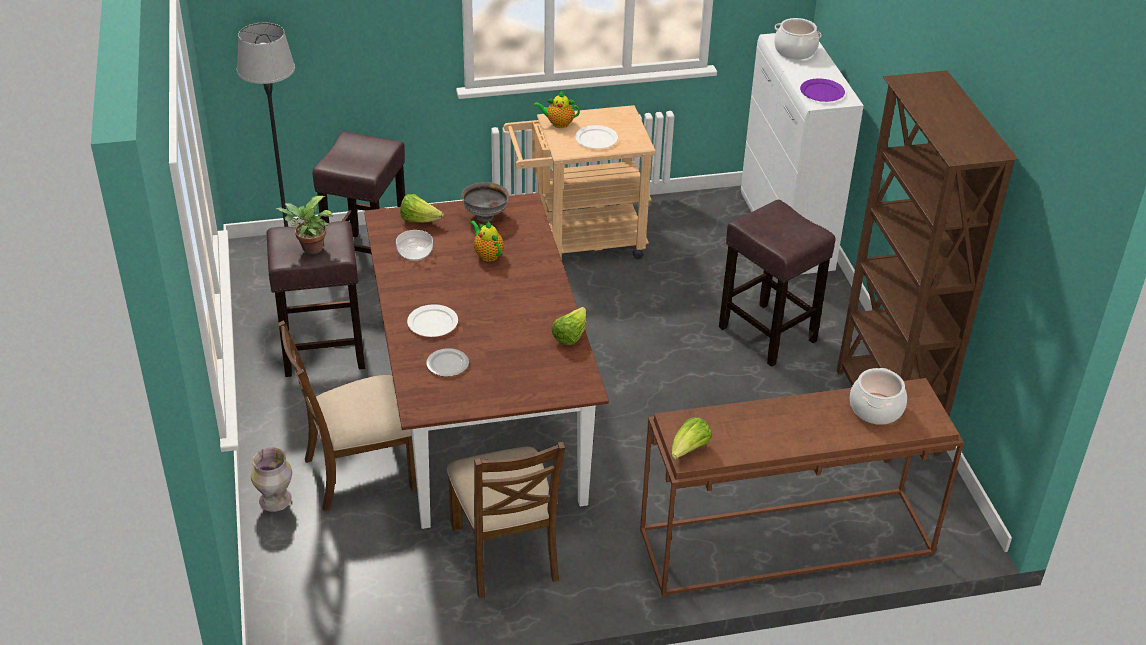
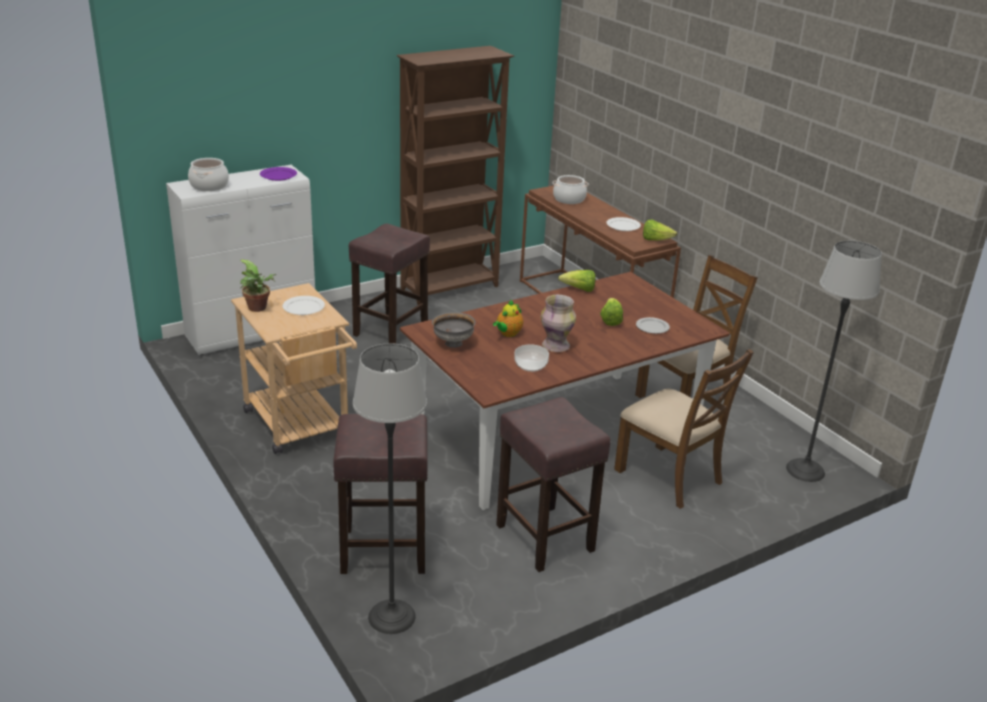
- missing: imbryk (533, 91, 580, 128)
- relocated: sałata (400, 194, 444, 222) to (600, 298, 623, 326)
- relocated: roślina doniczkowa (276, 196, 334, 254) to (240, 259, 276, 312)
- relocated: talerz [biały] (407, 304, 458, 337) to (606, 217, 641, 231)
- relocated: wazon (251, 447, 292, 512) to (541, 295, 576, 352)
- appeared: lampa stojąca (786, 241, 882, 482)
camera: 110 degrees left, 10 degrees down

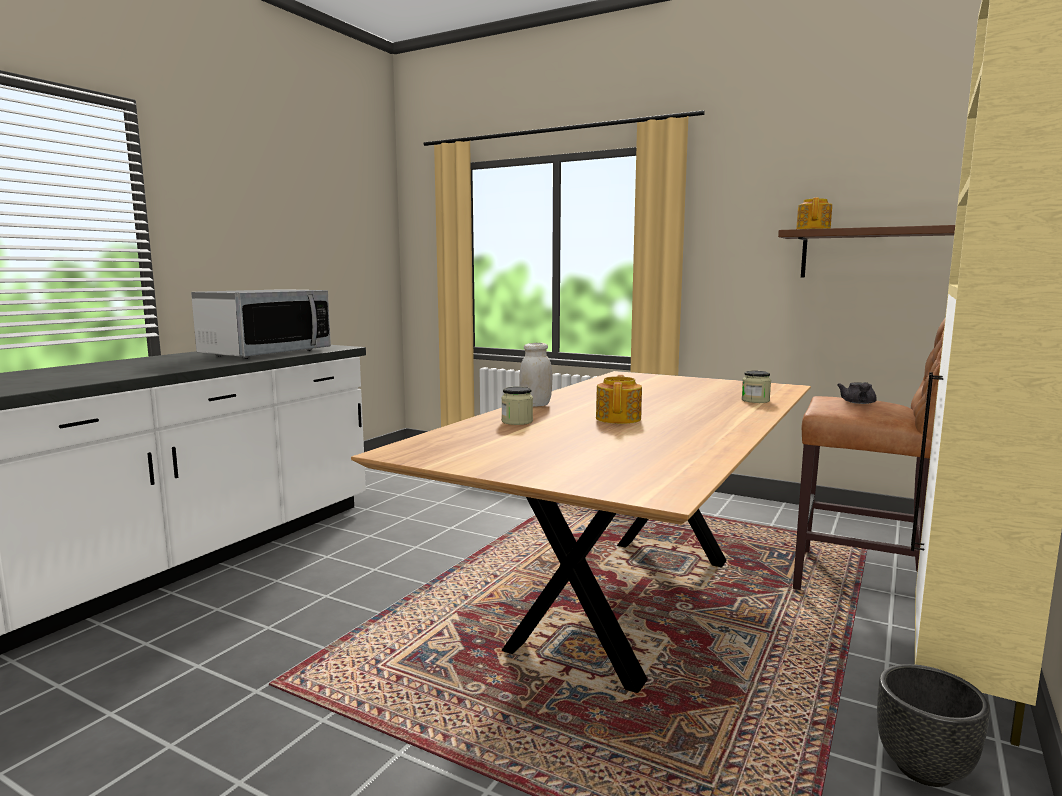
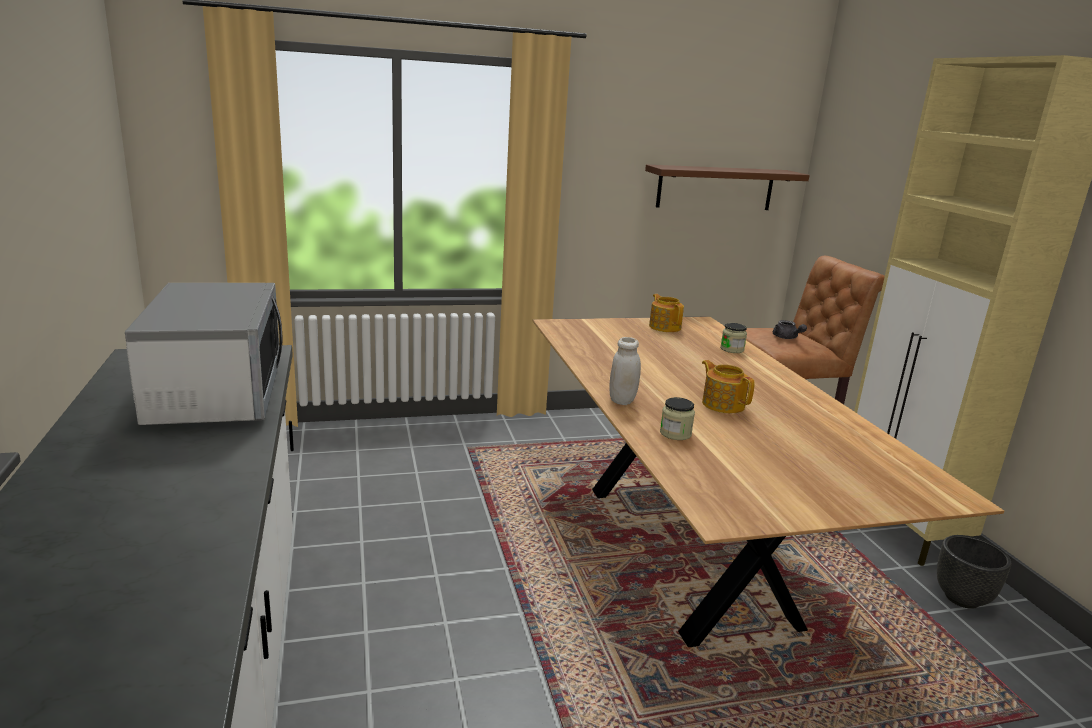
- relocated: imbryk (796, 197, 832, 229) to (649, 294, 684, 332)
camera: 45 degrees left, 10 degrees up

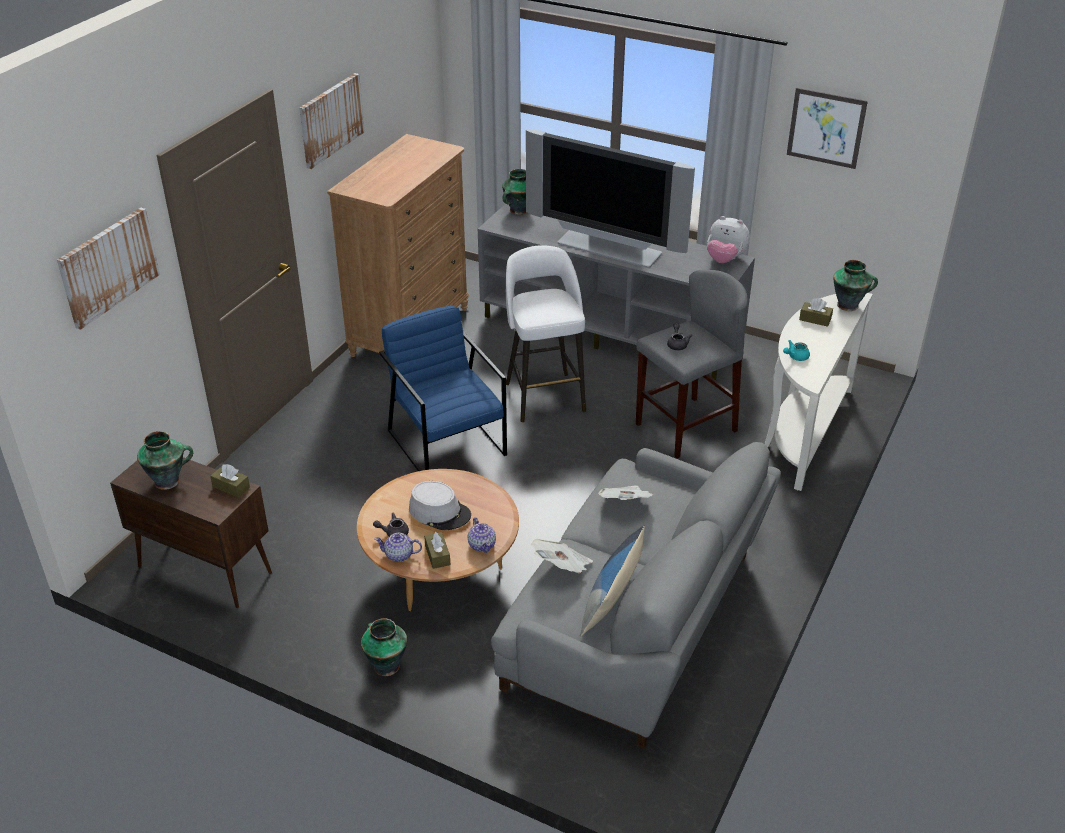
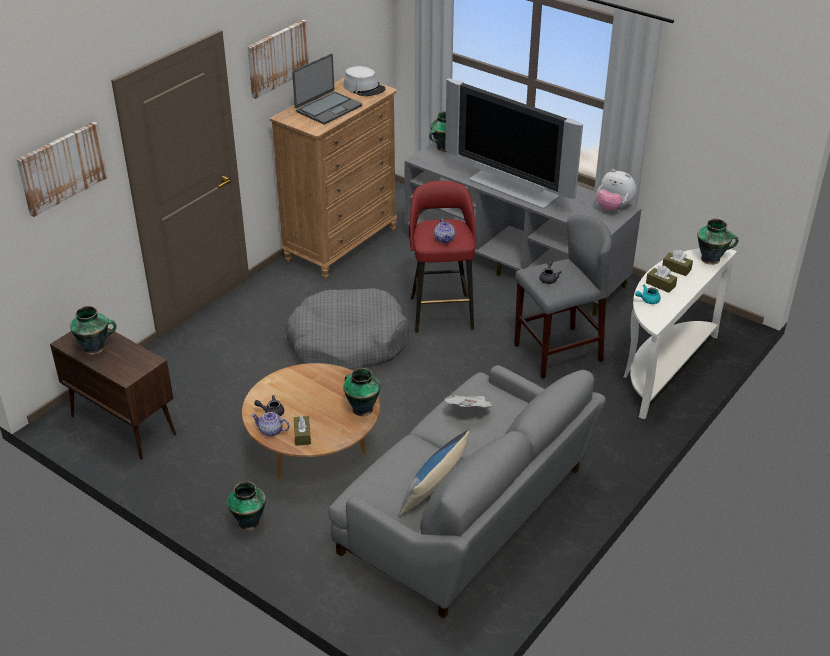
- missing: obraz (787, 88, 868, 169)
- colour: stołek [biały] (506, 245, 586, 422) to stołek [czerwony] (410, 181, 476, 333)
- exchanged: fotel [niebieski] (379, 306, 507, 471) to legowisko [szary] (286, 288, 409, 370)
- relocated: pudełko chusteczek [brązowy] (210, 464, 250, 498) to (646, 266, 677, 293)
- relocated: kapelusz [szary] (409, 481, 471, 530) to (343, 66, 385, 96)
- relocated: imbryk (468, 517, 496, 553) to (434, 219, 455, 243)
- missing: gazeta (531, 539, 593, 573)
- appeared: laptop (292, 54, 362, 125)
- appeared: wazon (343, 368, 381, 416)
camera: 10 degrees right, 0 degrees up

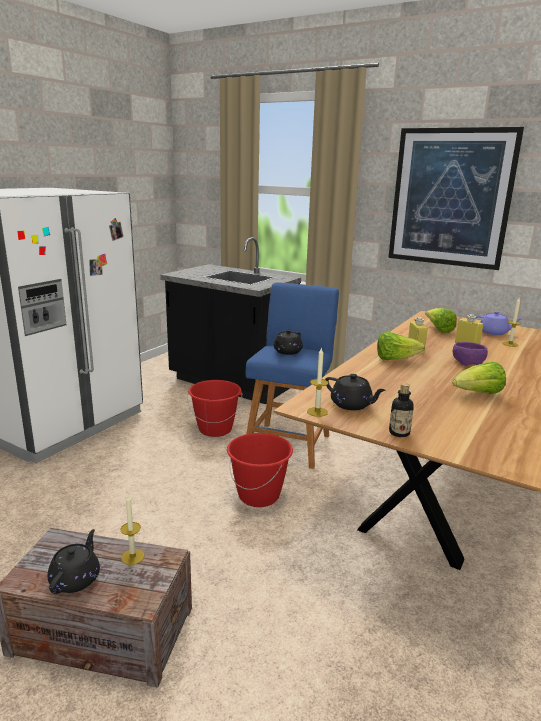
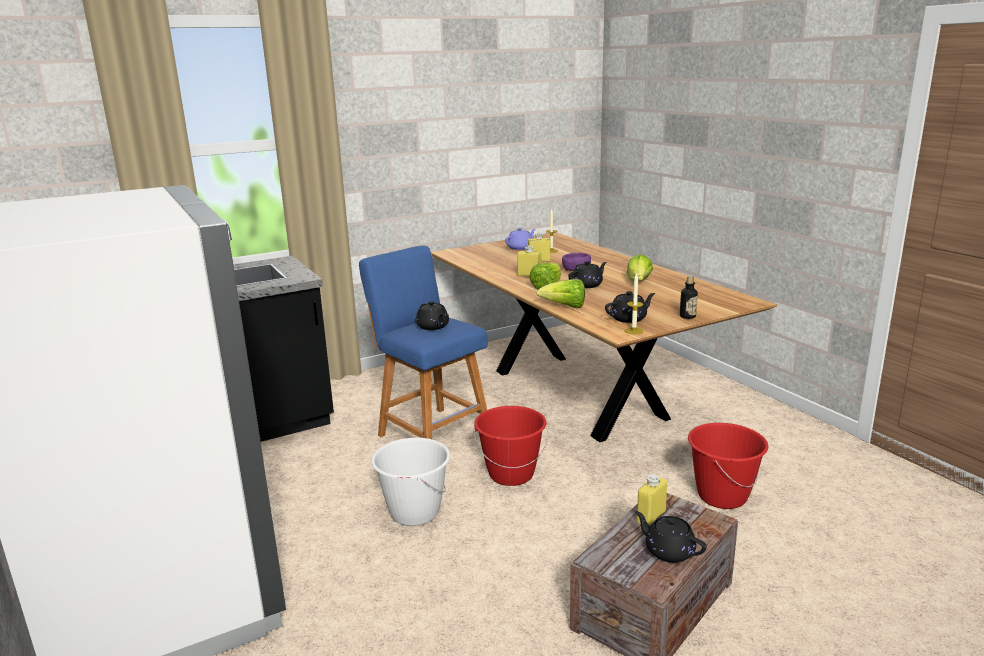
- missing: obraz (388, 127, 524, 270)
- relocated: sałata (425, 308, 457, 333) to (536, 279, 585, 308)
- relocated: wiadro [czerwony] (187, 380, 242, 437) to (688, 423, 769, 509)
- exchanged: świeca (120, 495, 145, 565) to butelka [żółty] (637, 474, 667, 526)
- appeared: imbryk [czarny] (568, 261, 607, 288)
- appeared: wiadro [biały] (371, 438, 450, 526)
camera: 60 degrees left, 0 degrees up

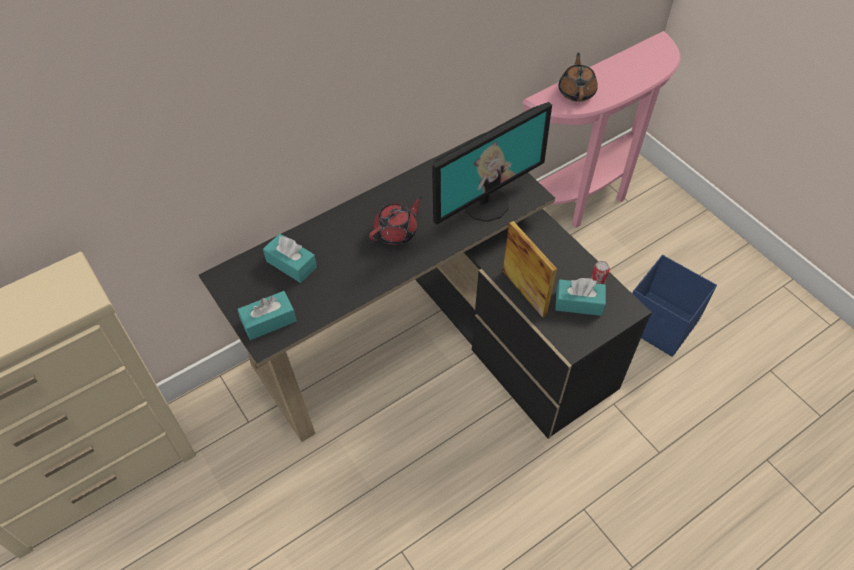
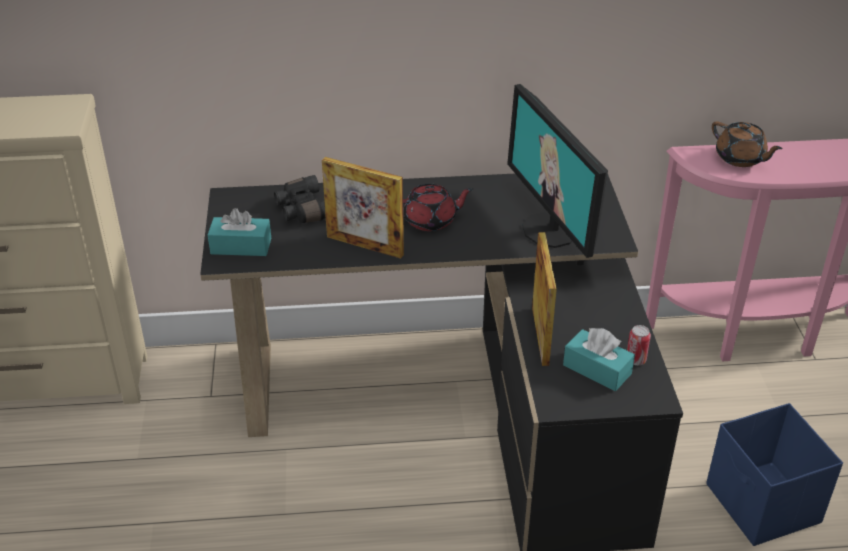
- spun: imbryk [brązowy] (559, 53, 598, 102) = (712, 121, 783, 167) 105 degrees clockwise
- spun: monitor (432, 102, 552, 225) = (507, 84, 608, 258) 75 degrees clockwise
- exchanged: pudełko chusteczek [turkusowy] (263, 234, 317, 283) to lornetka [czarny] (274, 175, 326, 223)
- appeared: ramka na zdjęcie (322, 157, 404, 259)
camera: 30 degrees right, 15 degrees down

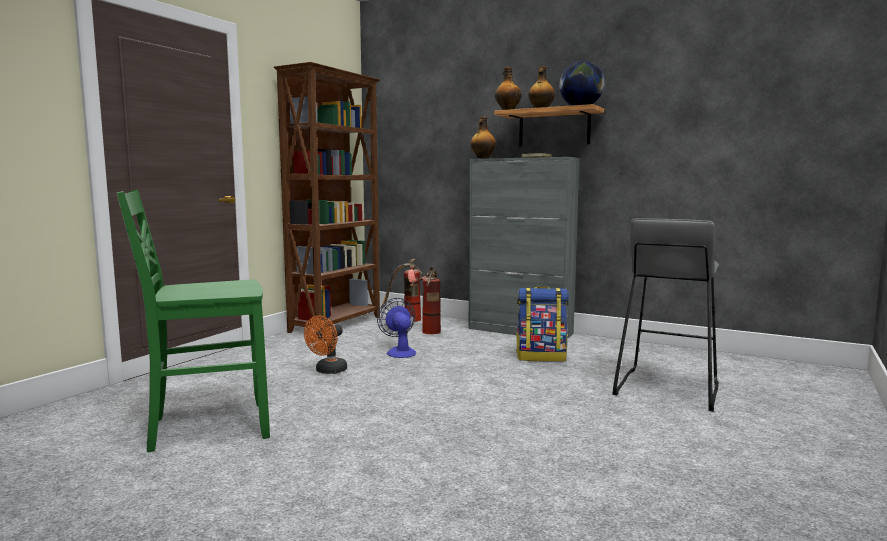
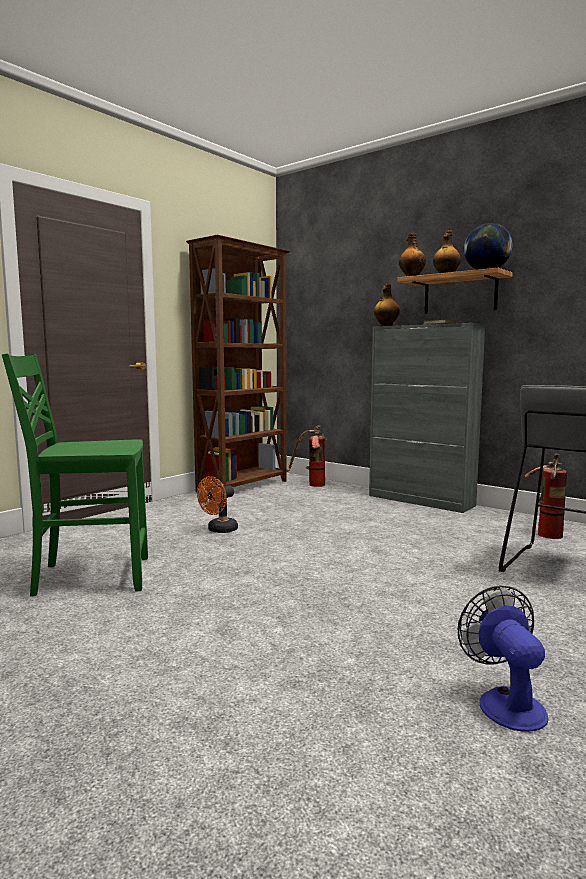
- relocated: gaśnica (410, 266, 441, 334) to (524, 454, 567, 539)
- missing: plecak (516, 287, 569, 362)
- relocated: wentylator (377, 298, 416, 358) to (458, 586, 548, 732)
camera: 10 degrees right, 0 degrees up

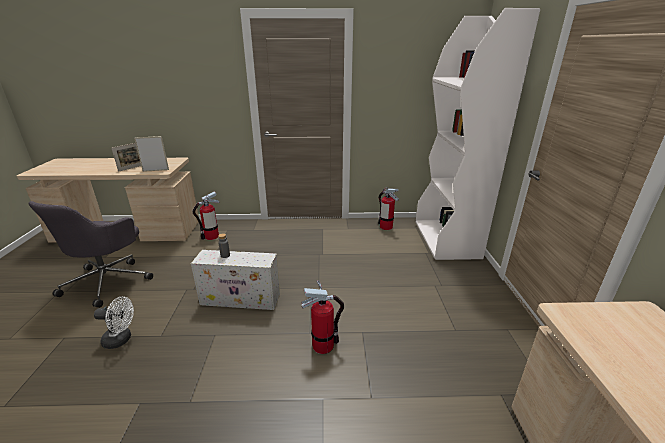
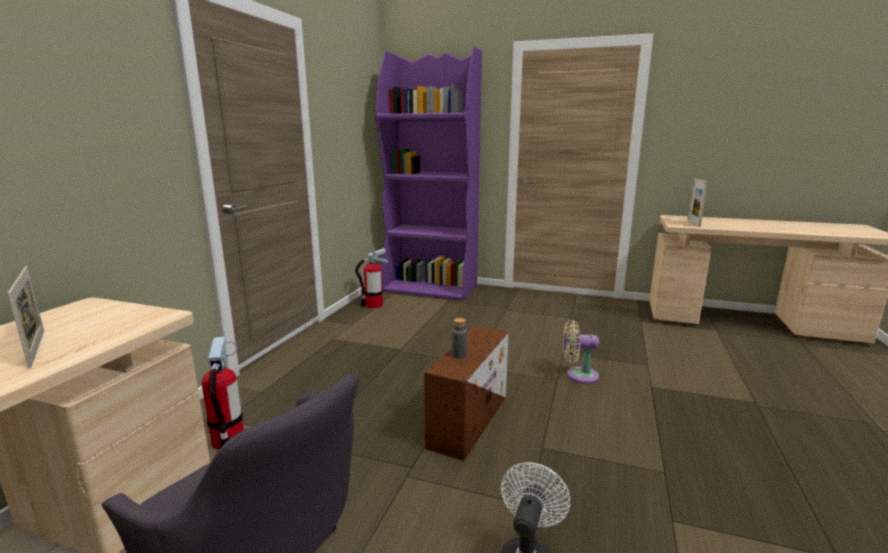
- colour: regał [biały] (416, 8, 540, 260) to regał [fioletowy] (376, 46, 482, 300)
- relocated: ramka na zdjęcie (134, 136, 169, 172) to (687, 179, 708, 227)
- colour: pojemnik do przechowywania [biały] (191, 250, 280, 310) to pojemnik do przechowywania [brązowy] (424, 326, 509, 461)
- exchanged: gaśnica (302, 280, 344, 354) to wentylator [beżowy] (563, 320, 599, 384)
camera: 70 degrees left, 10 degrees down

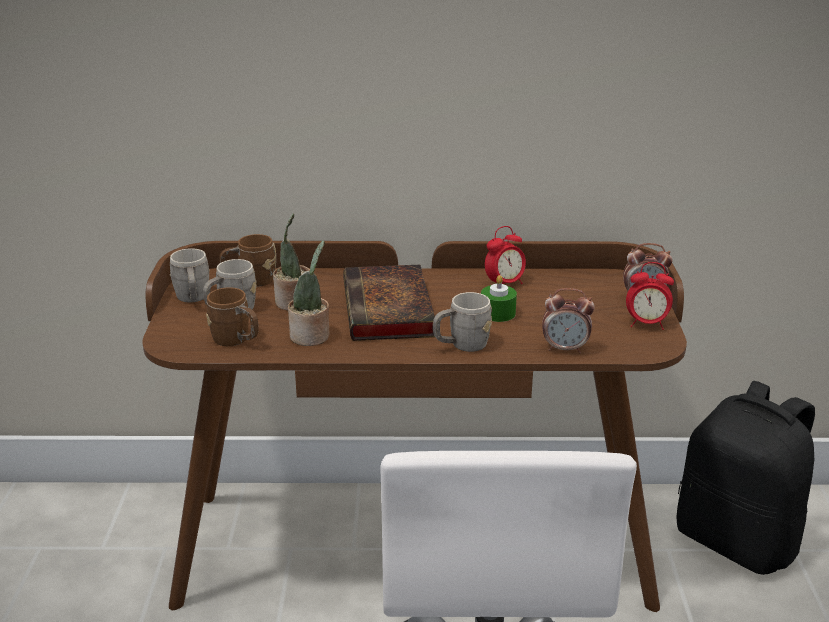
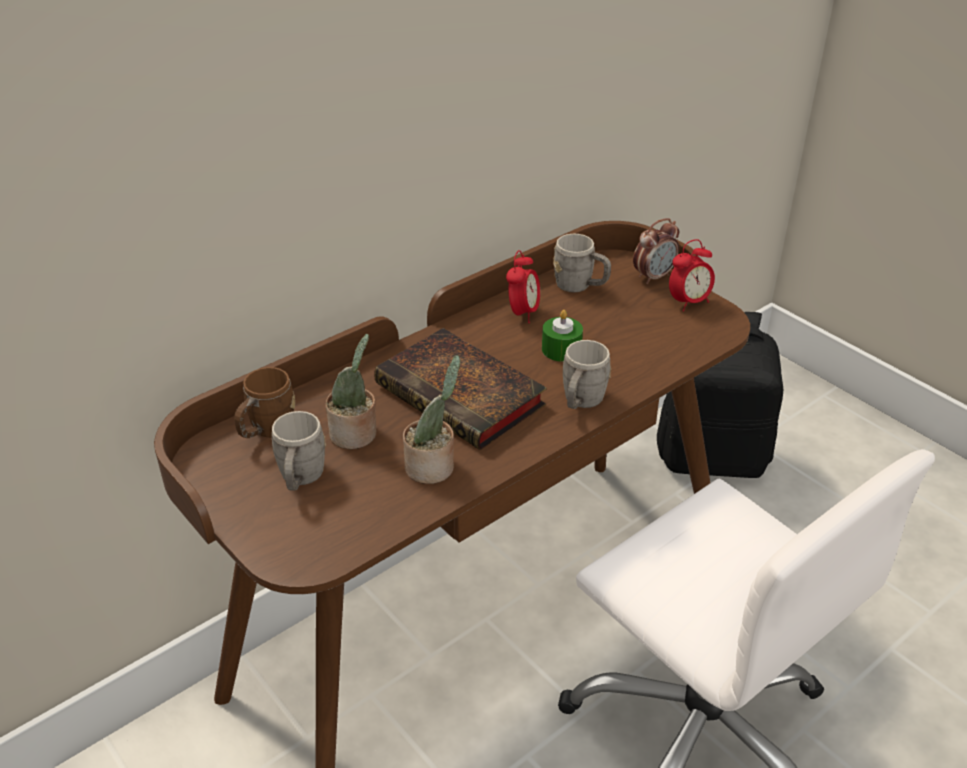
- relocated: kubek [szary] (170, 248, 210, 303) to (553, 234, 611, 292)
- missing: kubek [brązowy] (206, 287, 259, 346)
- missing: budzik (542, 288, 595, 353)
camera: 40 degrees left, 10 degrees up

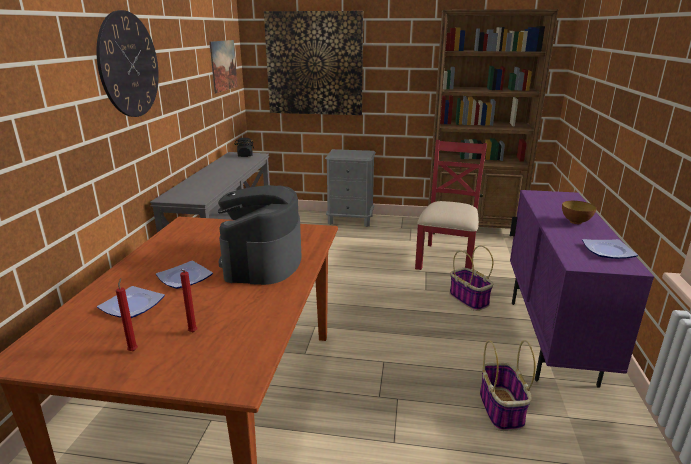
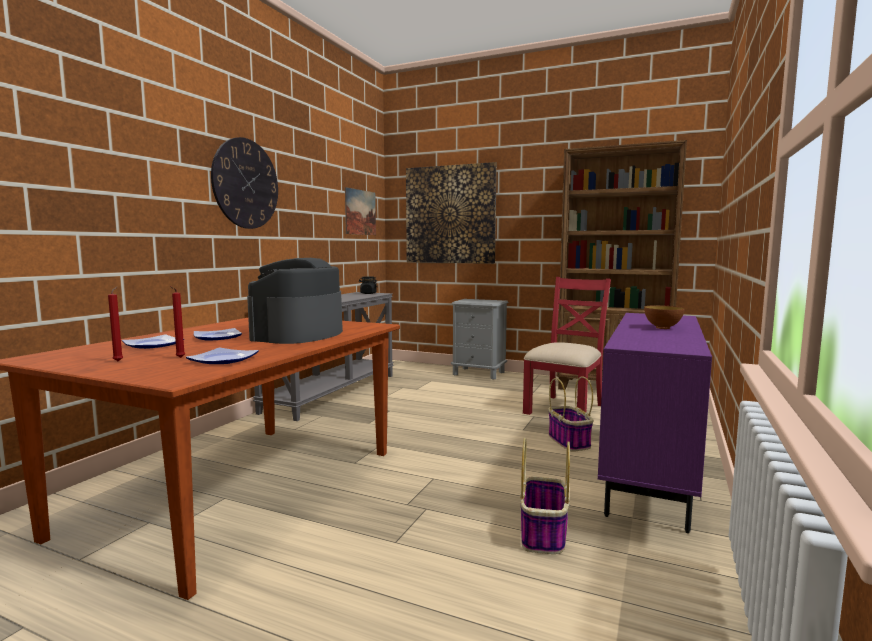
- relocated: talerz (582, 239, 638, 259) to (186, 348, 259, 364)
camera: 15 degrees right, 15 degrees down

